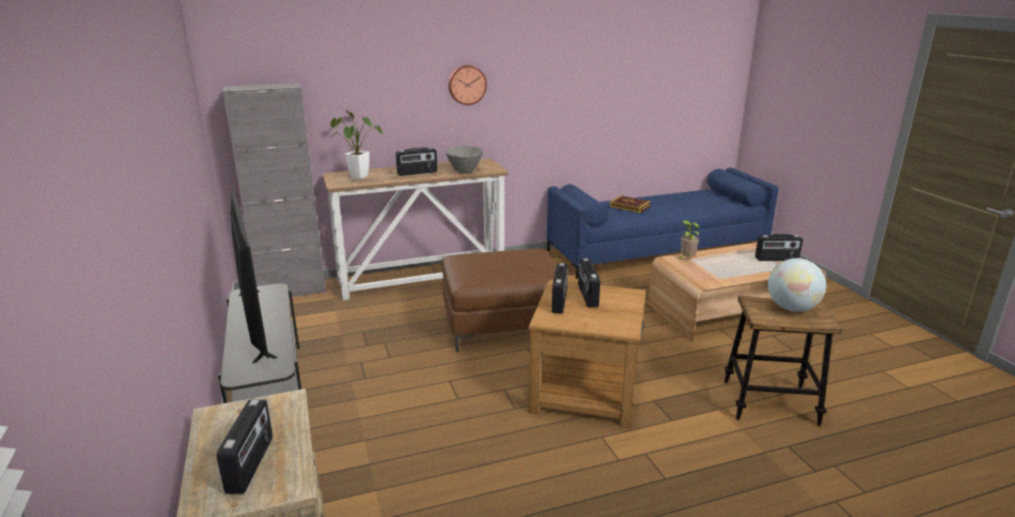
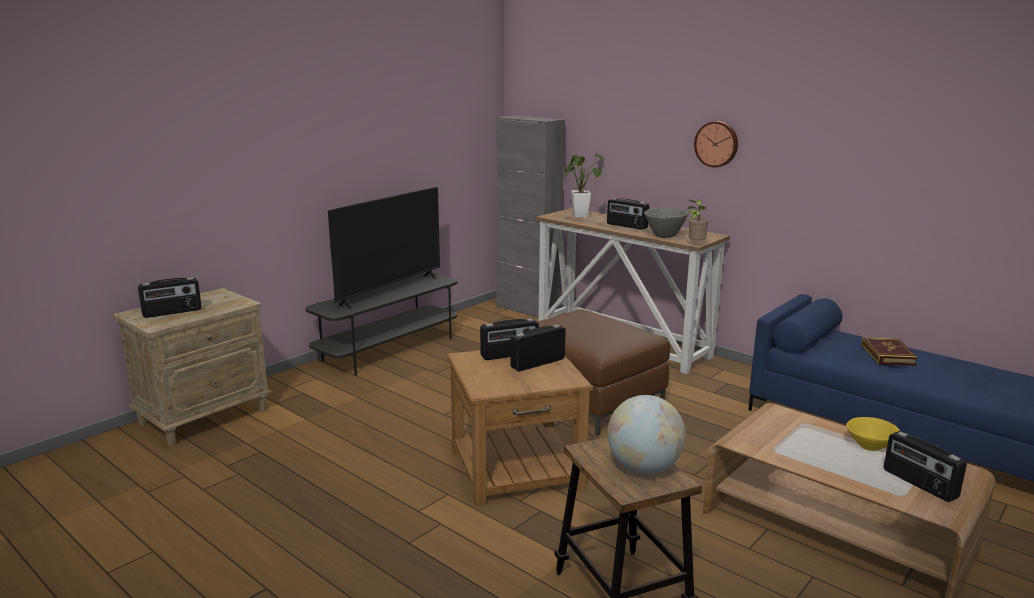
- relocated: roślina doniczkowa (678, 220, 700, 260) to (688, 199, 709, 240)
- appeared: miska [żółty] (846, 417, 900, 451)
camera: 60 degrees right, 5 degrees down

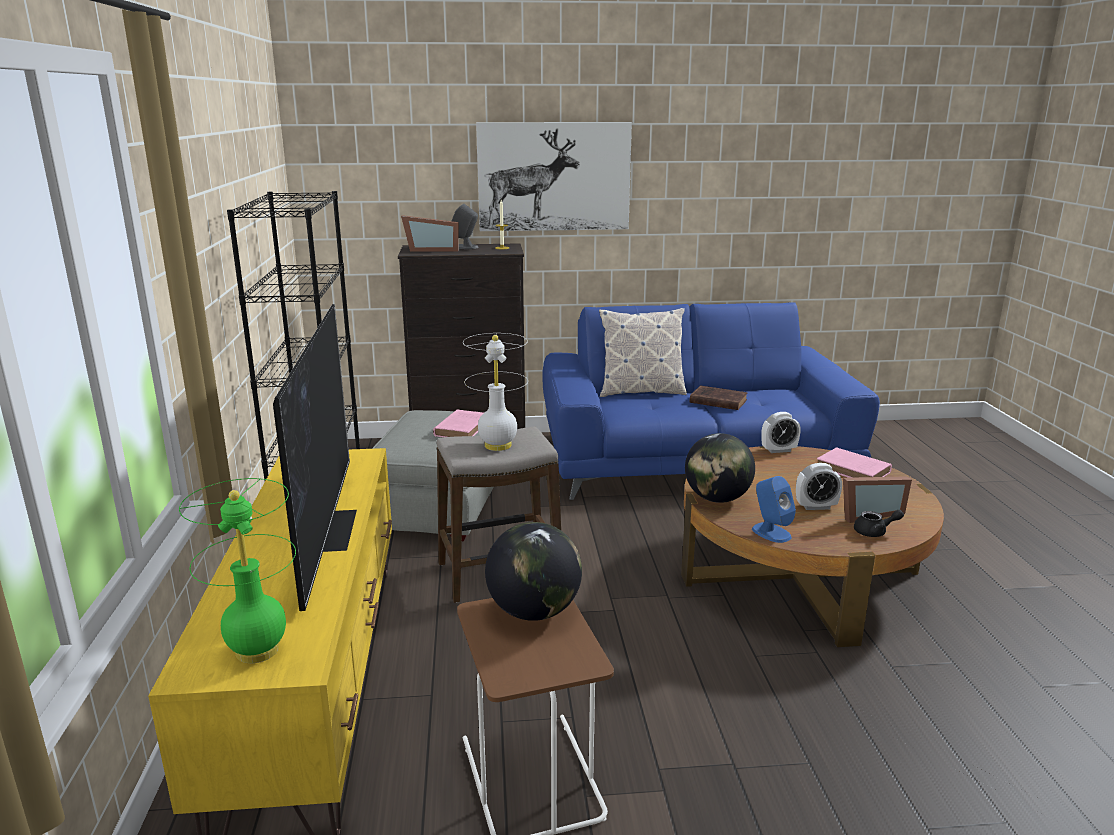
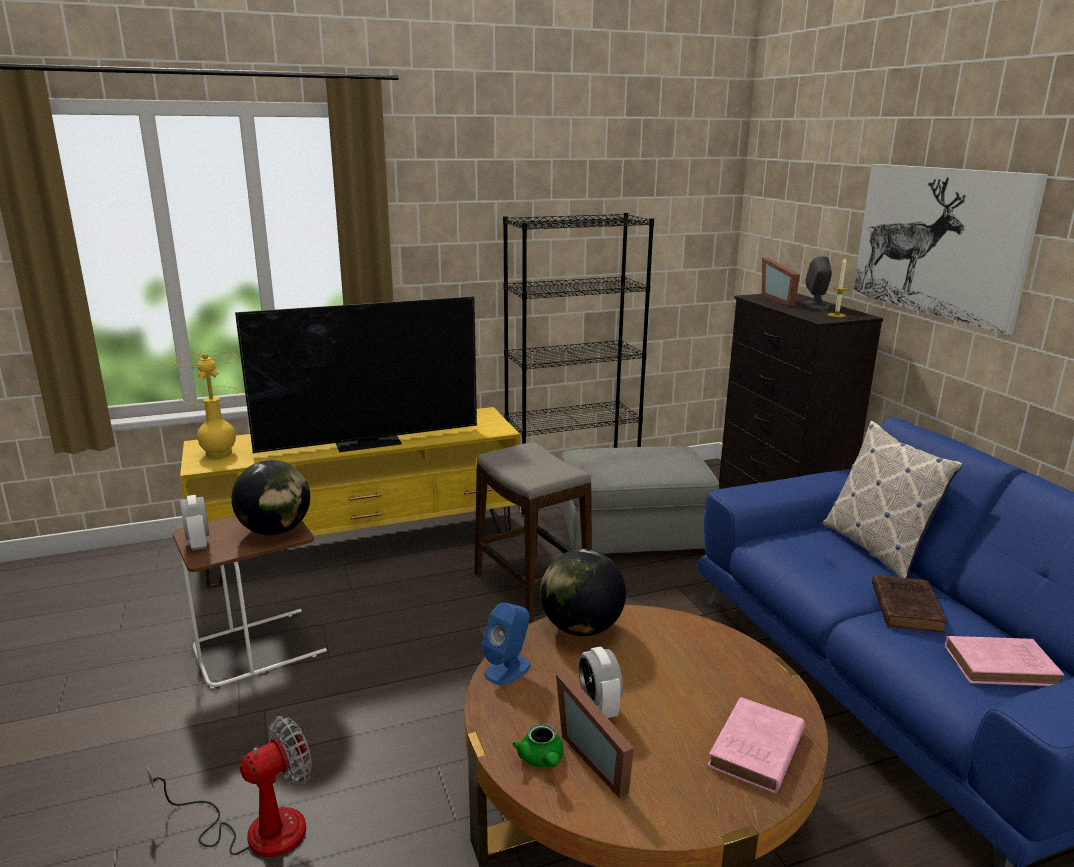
- missing: lampa stołowa [biały] (463, 333, 528, 451)
- relocated: książka [różowy] (433, 409, 484, 437) to (945, 636, 1064, 686)
- relocated: budzik (761, 412, 801, 453) to (180, 495, 209, 551)
- colour: lampa stołowa [zielony] (179, 478, 296, 663) to lampa stołowa [żółty] (174, 351, 241, 458)
- colour: imbryk [czarny] (854, 510, 904, 537) to imbryk [zielony] (512, 724, 564, 767)
- appeared: wentylator (147, 716, 312, 857)
camera: 75 degrees right, 0 degrees up

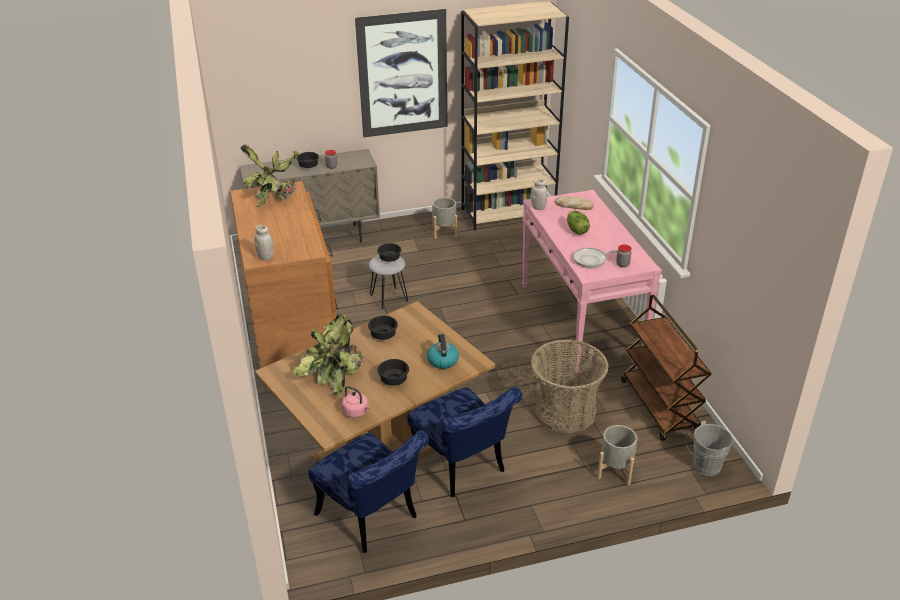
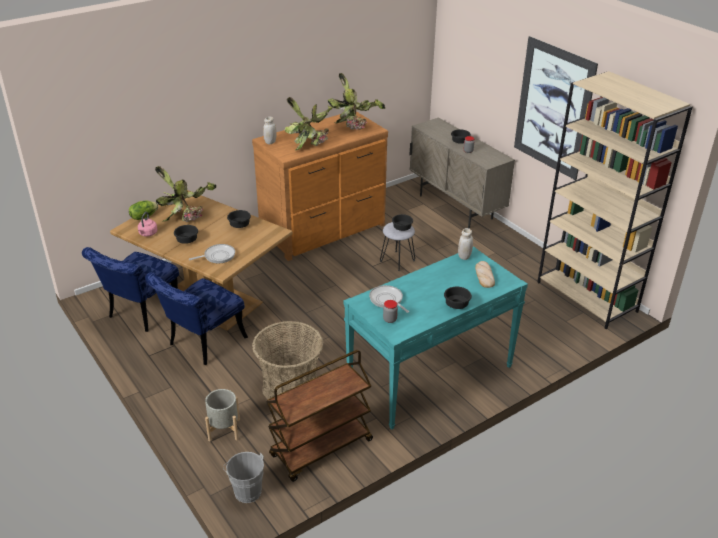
- colour: stolik konsolowy [różowy] (522, 190, 662, 373) to stolik konsolowy [turkusowy] (343, 246, 528, 430)
- missing: donica [szary] (432, 198, 457, 239)
- relocated: sałata (567, 211, 590, 235) to (129, 201, 158, 220)
- exchanged: czajnik (427, 334, 459, 369) to patelnia (189, 244, 235, 263)
- appeared: roślina doniczkowa (284, 97, 332, 151)
- appeared: miska [czarny] (444, 287, 472, 309)
camera: 70 degrees right, 0 degrees up

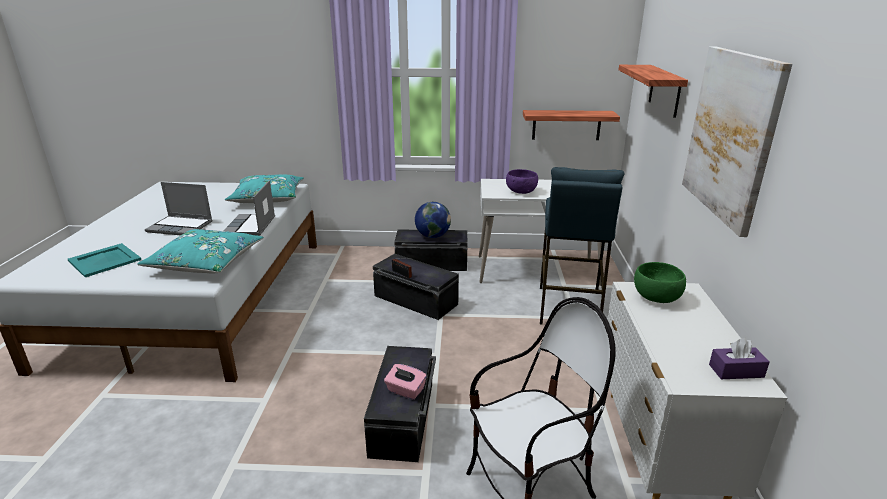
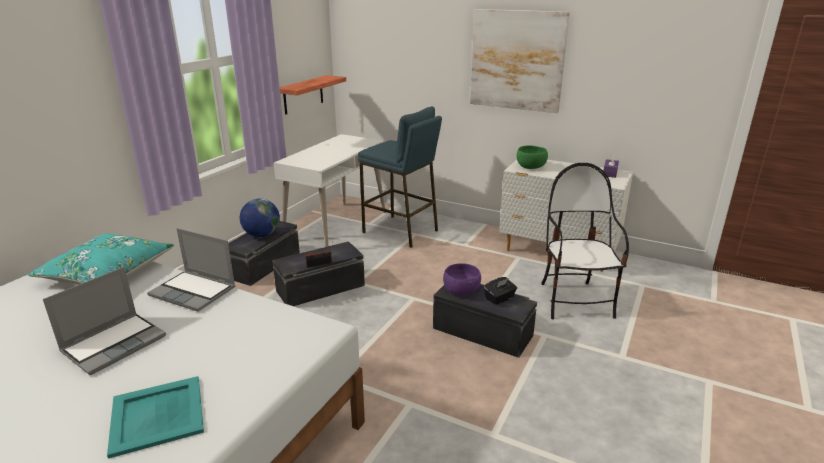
- missing: półka (619, 65, 688, 118)
- relocated: miska [fioletowy] (506, 169, 538, 194) to (443, 263, 481, 295)
- missing: poduszka [turkusowy] (137, 229, 264, 274)
- colour: pudełko chusteczek [różowy] (384, 364, 427, 400) to pudełko chusteczek [czarny] (484, 277, 517, 305)
camera: 65 degrees left, 0 degrees up

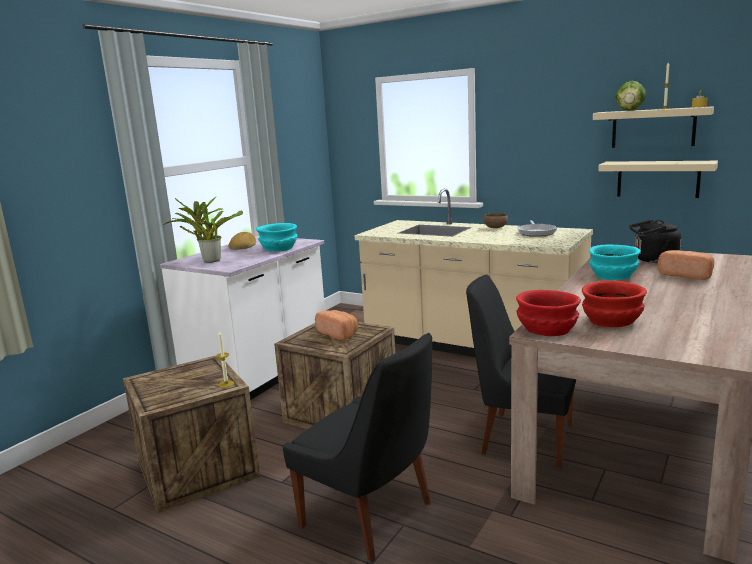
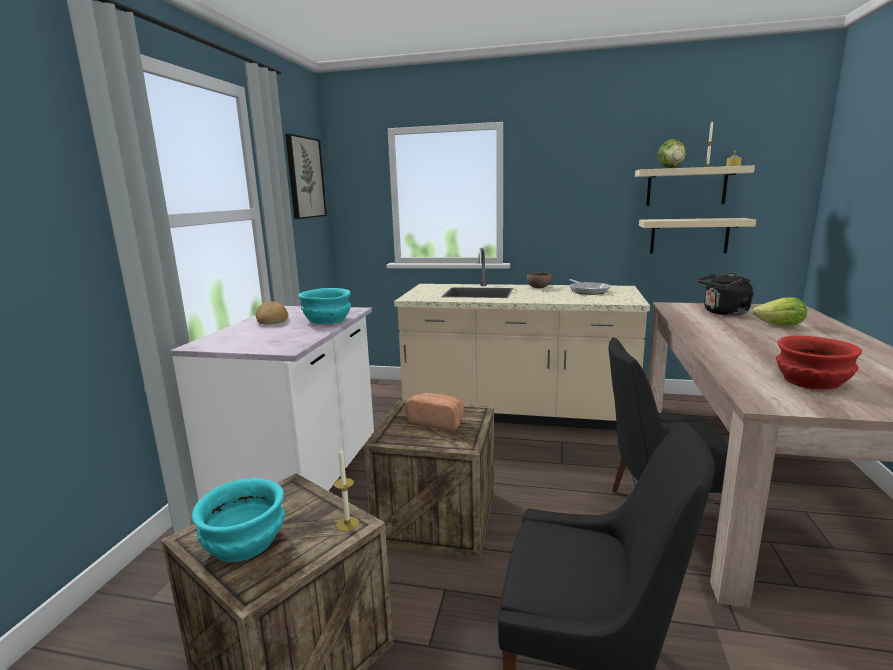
- missing: roślina doniczkowa (164, 196, 243, 263)
- relocated: miska [turkusowy] (589, 245, 641, 280) to (192, 478, 285, 562)
- exchanged: chleb (658, 250, 714, 280) to sałata (752, 297, 807, 326)
- missing: miska [czerwony] (516, 290, 581, 336)
- appeared: obraz (285, 134, 327, 219)
camera: 20 degrees left, 0 degrees up

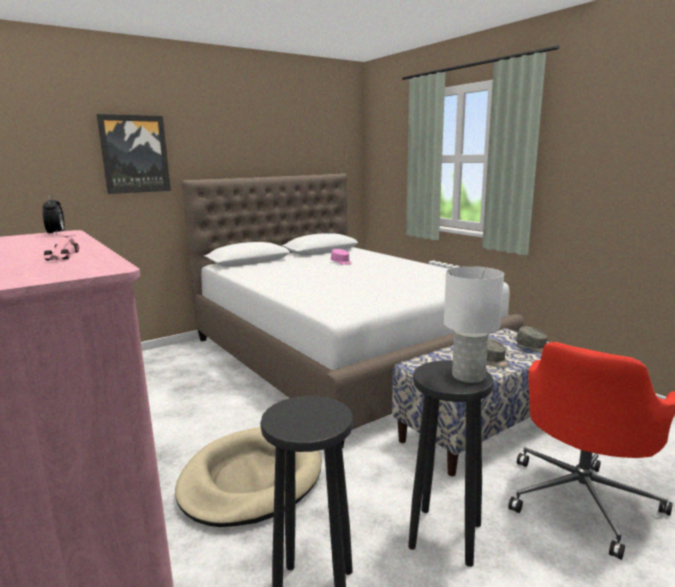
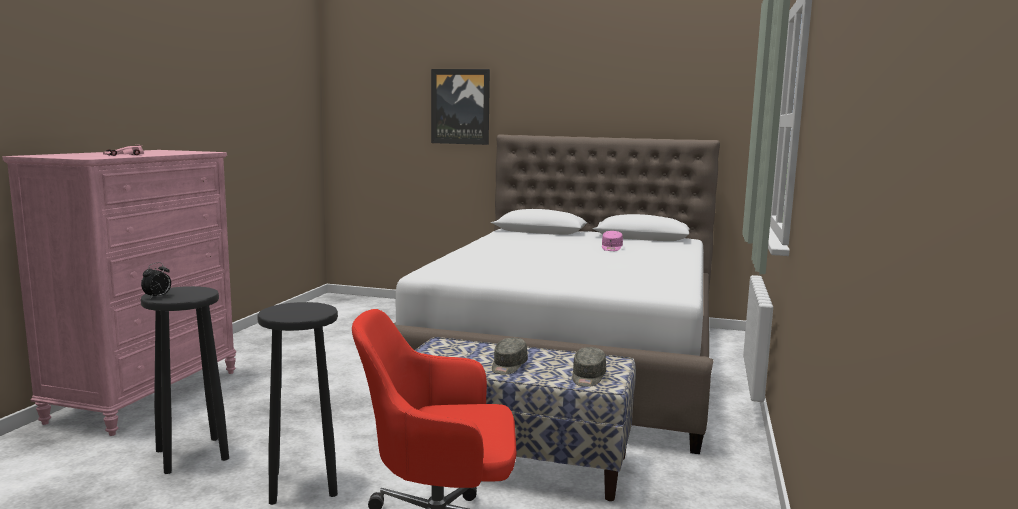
- relocated: budzik (42, 195, 65, 236) to (141, 262, 171, 298)
- missing: lampa stołowa [biały] (444, 266, 504, 383)
- missing: legowisko [beżowy] (175, 427, 322, 527)
camera: 50 degrees right, 5 degrees down

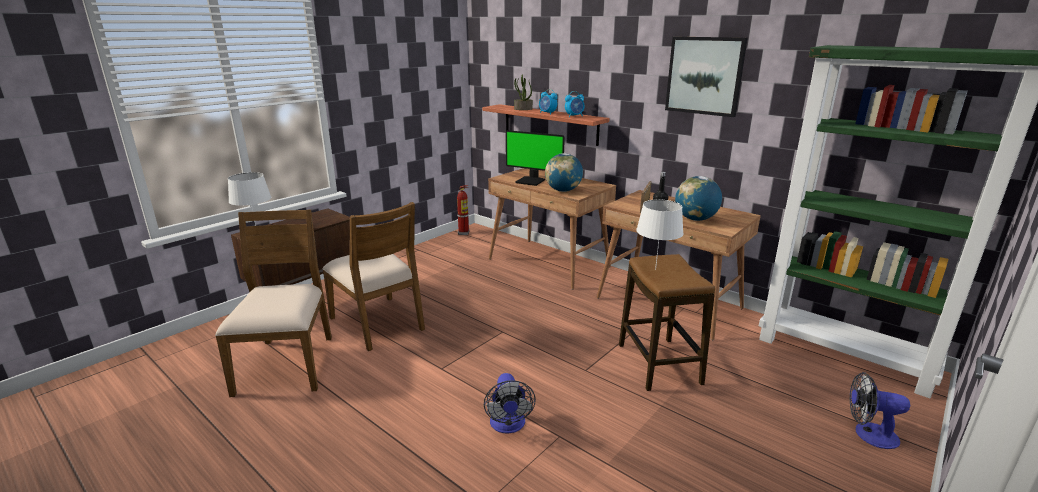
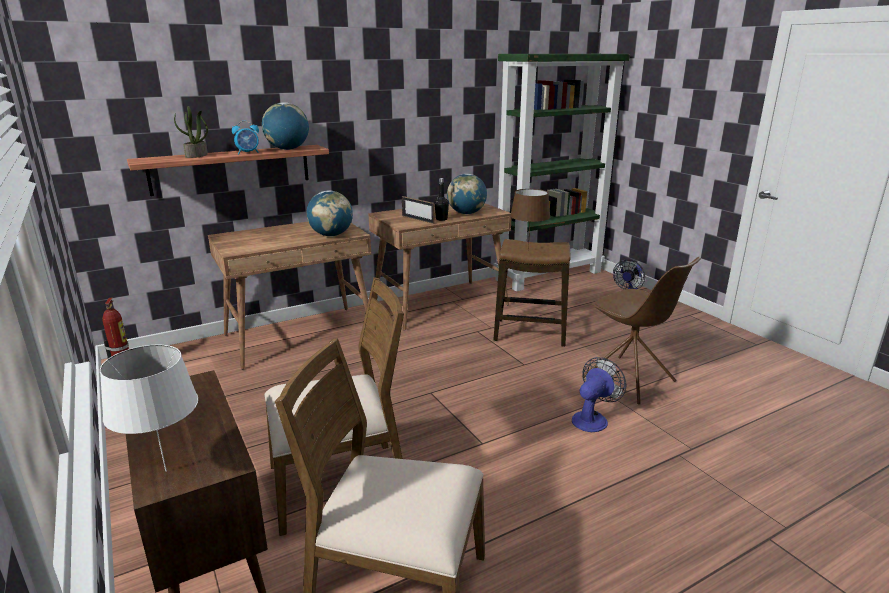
- missing: obraz (665, 37, 748, 117)
- exchanged: budzik (565, 91, 585, 117) to globus (262, 102, 309, 150)
- missing: monitor (506, 130, 565, 186)
- colour: lampa stołowa [biały] (636, 199, 683, 269) to lampa stołowa [brązowy] (510, 189, 550, 251)
- spun: wentylator (484, 373, 536, 434) = (572, 357, 626, 432) 60 degrees counterclockwise
- appeared: krzesło [brązowy] (582, 257, 701, 404)
camera: 70 degrees left, 0 degrees up

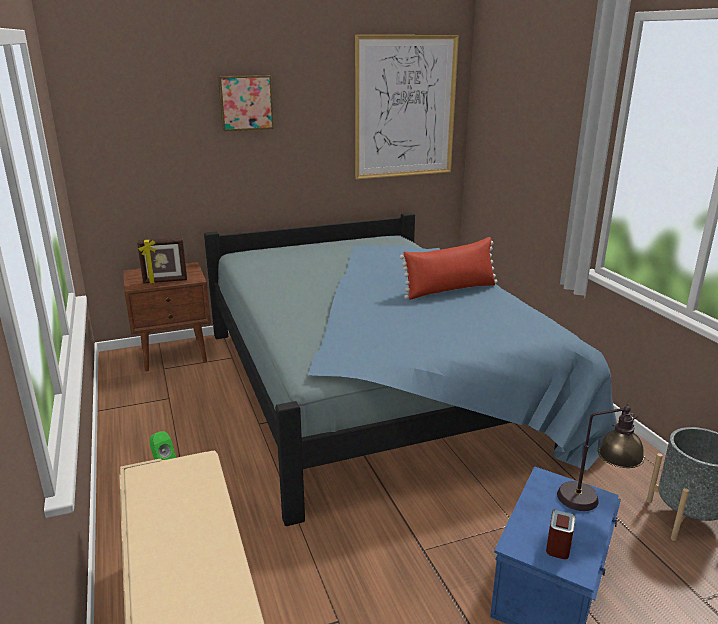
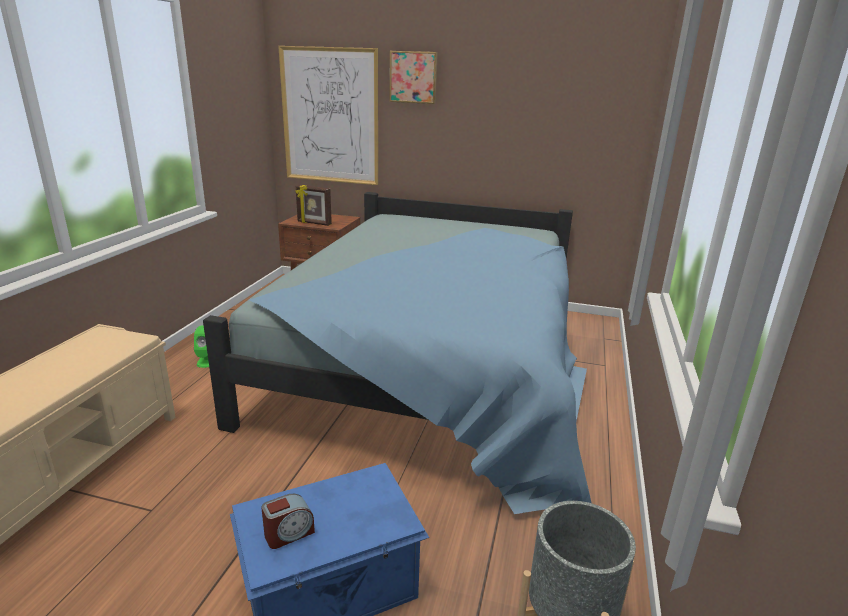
- relocated: obraz (355, 35, 459, 179) to (278, 46, 378, 185)
- missing: poduszka [czerwony] (399, 237, 497, 300)
- missing: lampa stołowa (557, 404, 644, 511)
camera: 35 degrees right, 0 degrees up

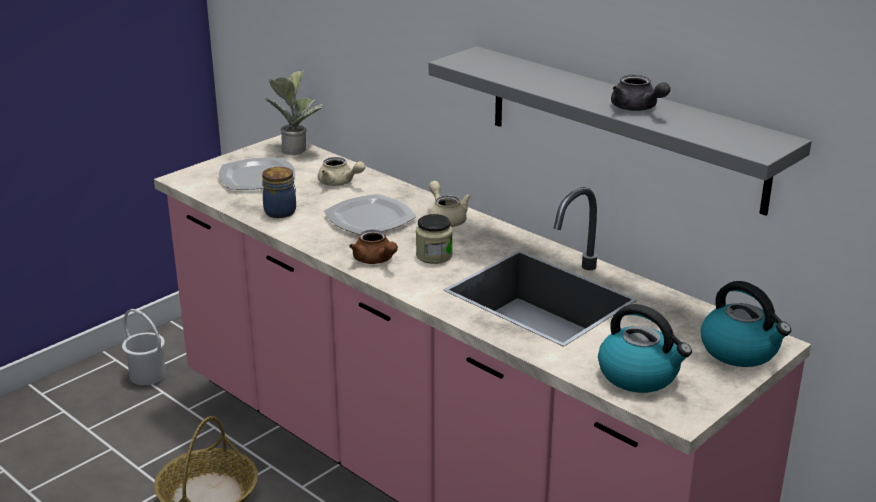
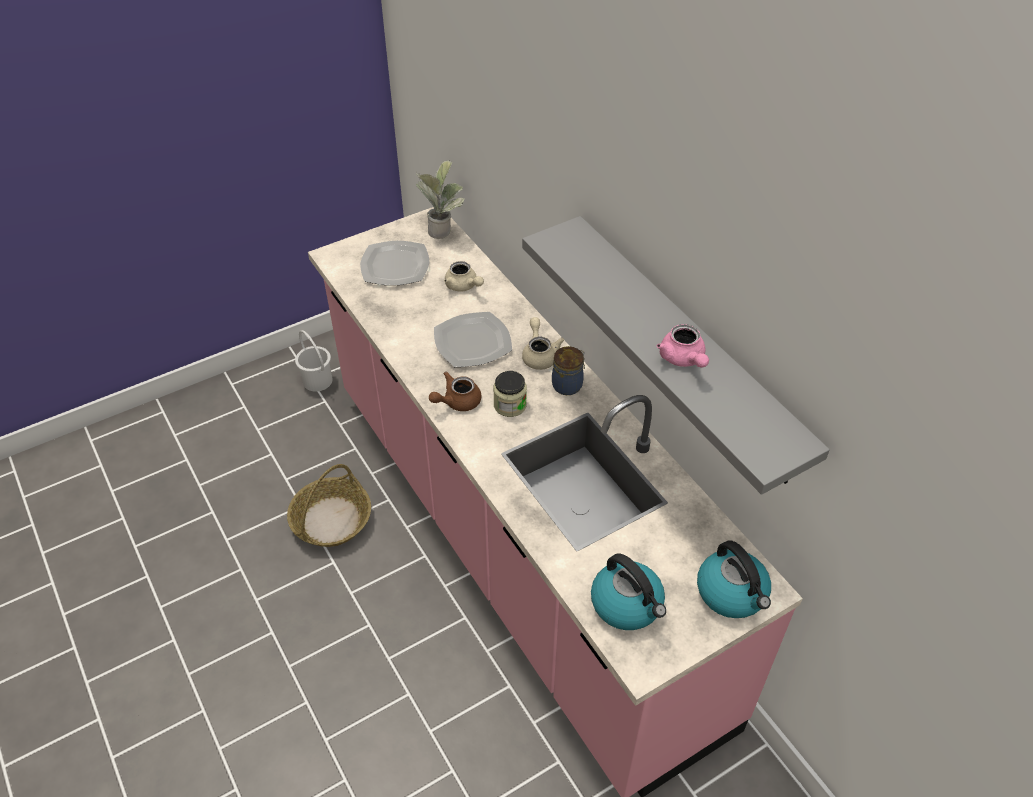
- colour: imbryk [szary] (611, 75, 671, 111) to imbryk [różowy] (657, 324, 709, 368)
- relocated: słoik (262, 167, 296, 218) to (552, 346, 585, 395)
- spun: imbryk [brązowy] (349, 230, 398, 264) = (429, 372, 482, 411) 75 degrees clockwise
camera: 15 degrees right, 20 degrees up

